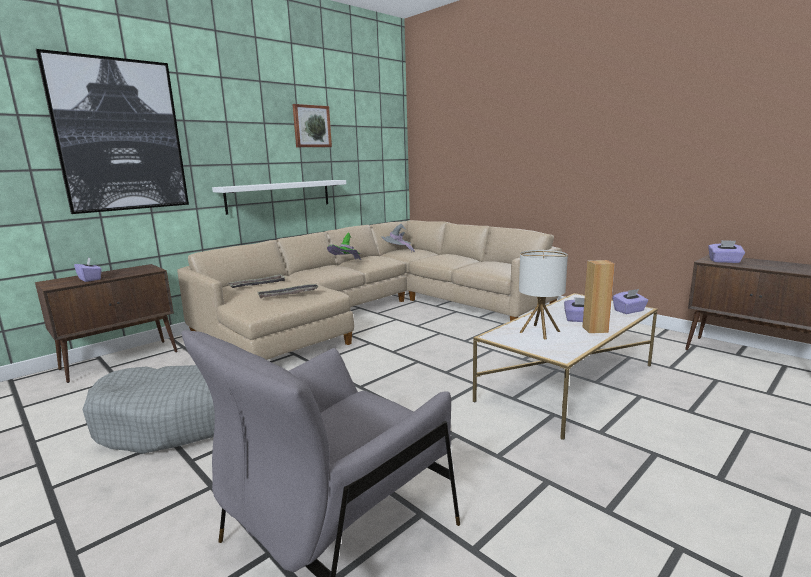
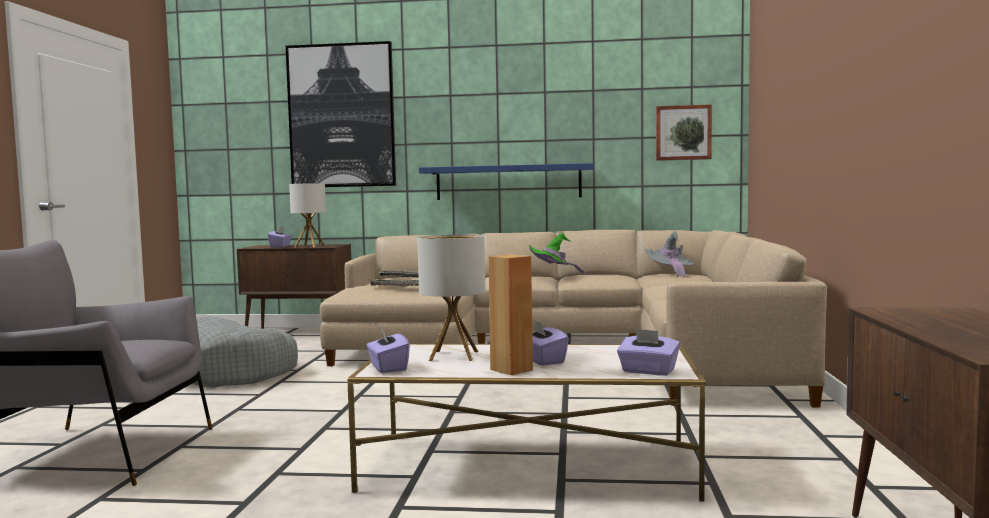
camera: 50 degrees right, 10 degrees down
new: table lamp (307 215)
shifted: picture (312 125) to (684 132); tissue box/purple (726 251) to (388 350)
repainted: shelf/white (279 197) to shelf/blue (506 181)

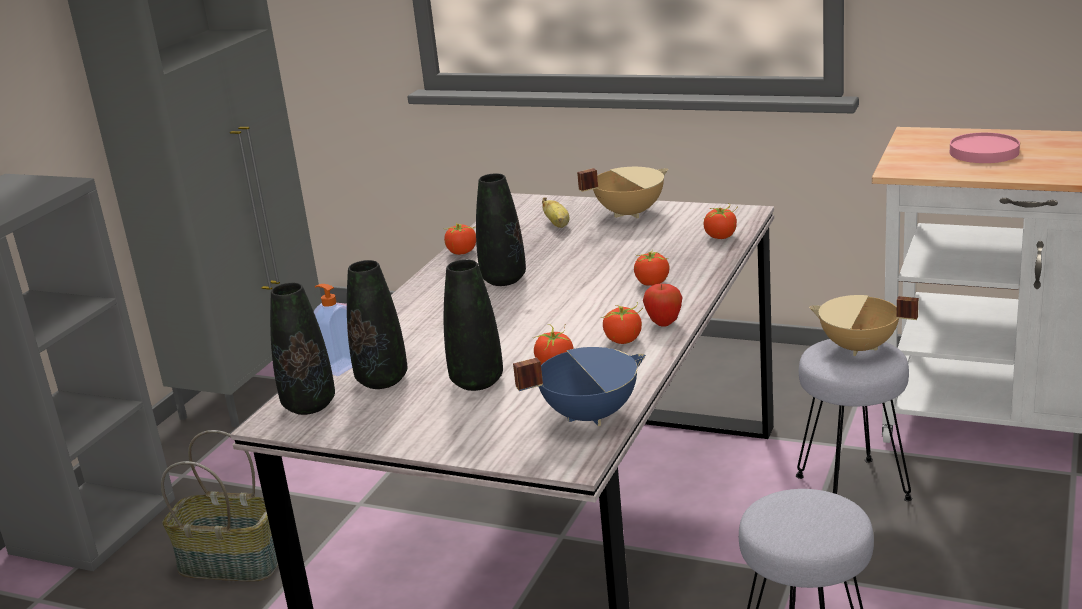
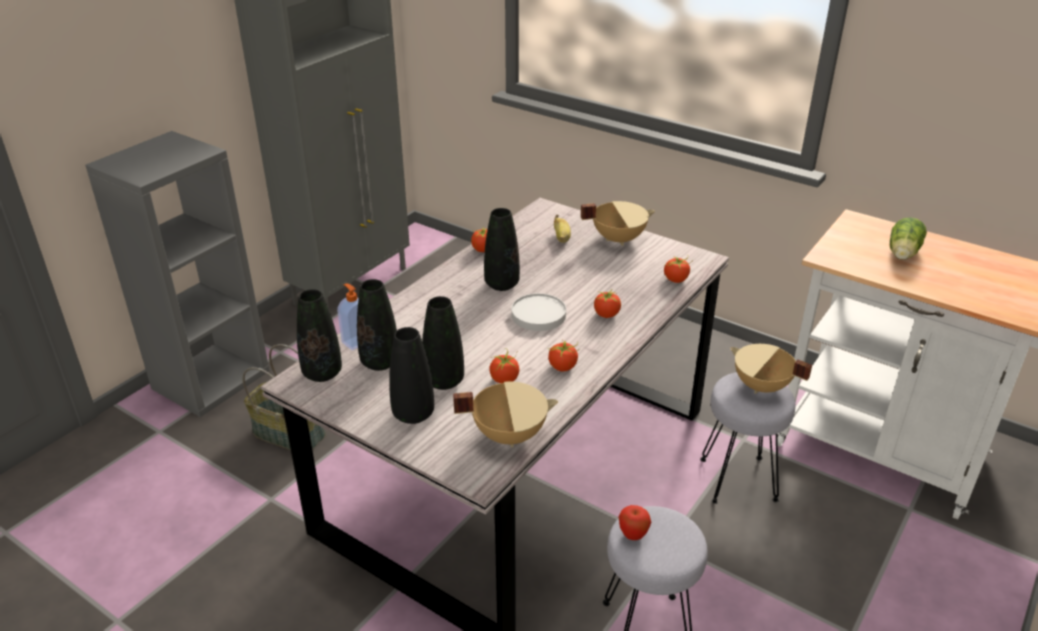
camera: 10 degrees right, 10 degrees up
new: vase/black (411 375); plate/white (539 312)
shifted: apple (662 305) to (634 522)
swapped: plate/pink (985 147) to lettuce (908 238)
repainted: cooking pot/blue (579 386) to cooking pot/beige (505 414)

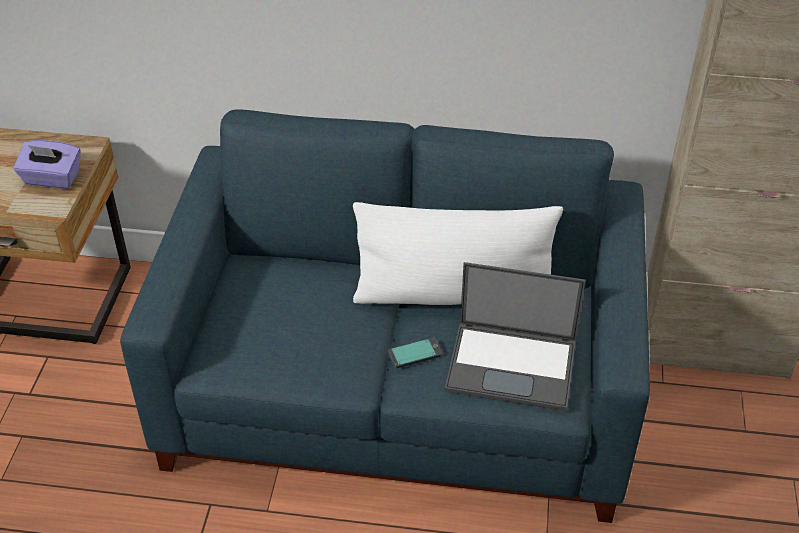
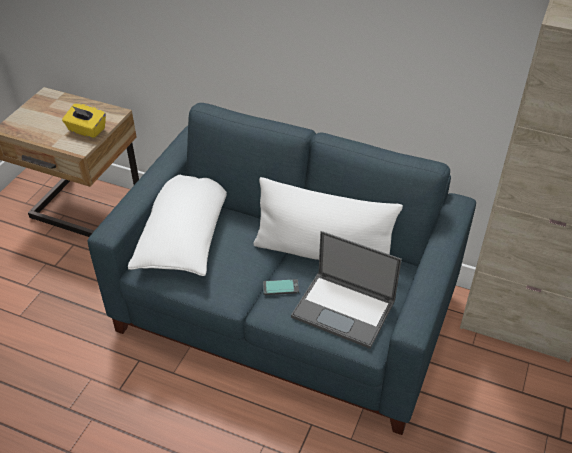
camera: 15 degrees right, 0 degrees up
new: pillow/white (177 225)
repainted: tissue box/purple (47 164) to tissue box/yellow (84 121)

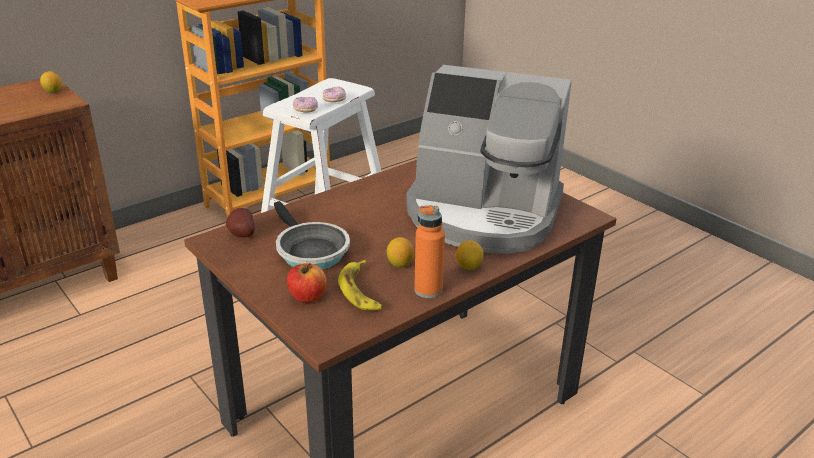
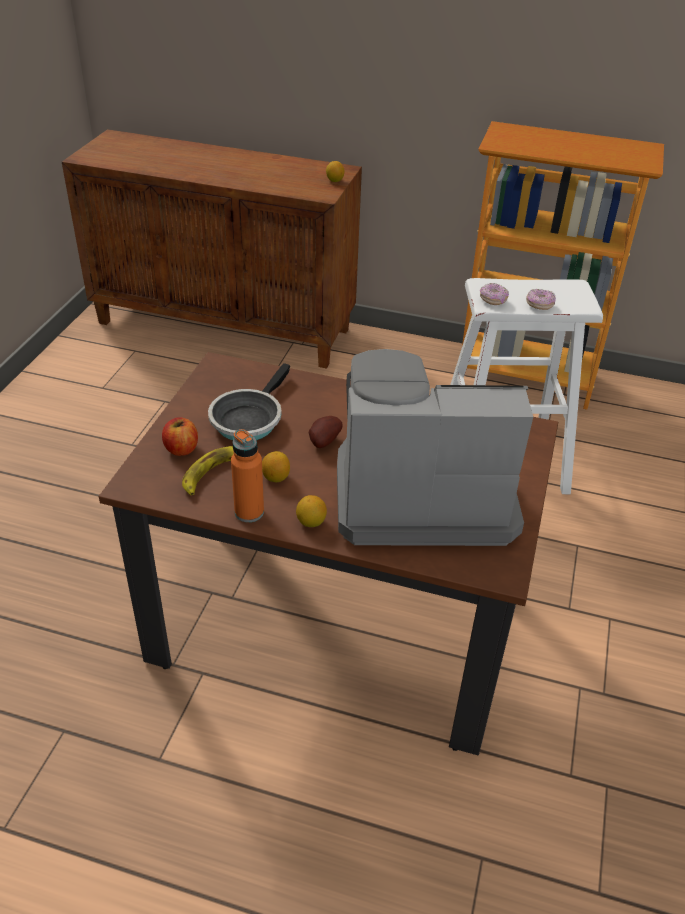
camera: 55 degrees right, 10 degrees up
shifted: potato (240 223) to (326 432)
rotated: coffee machine (489 159) = (435 447) 105 degrees clockwise

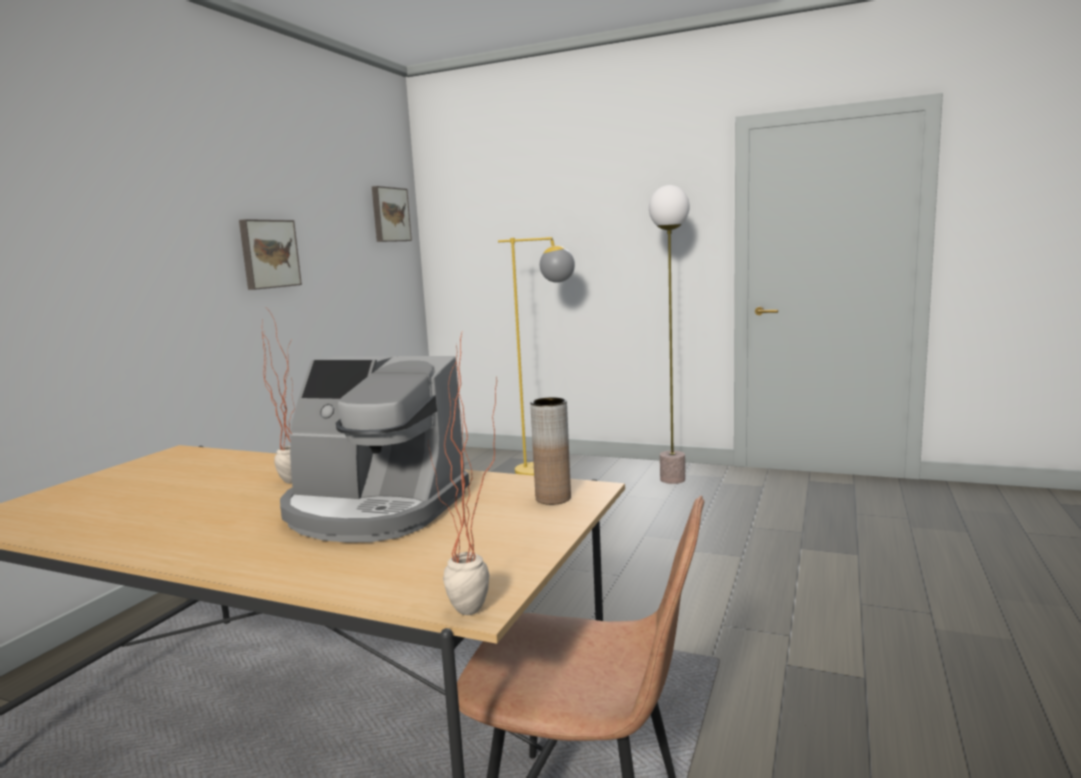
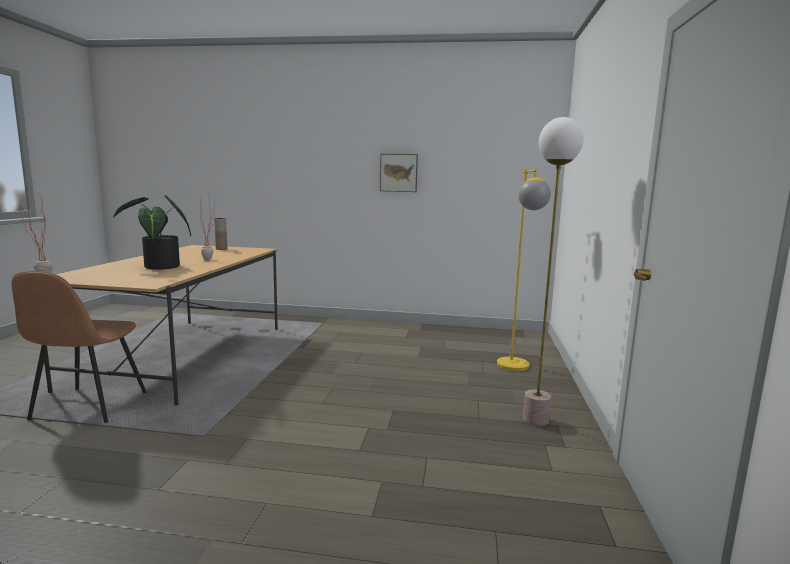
camera: 75 degrees right, 0 degrees up
gone: picture (392 214)
shifted: vase/brown (550 451) to (220 234)
swapped: coffee machine (374 449) to potted plant (152 232)

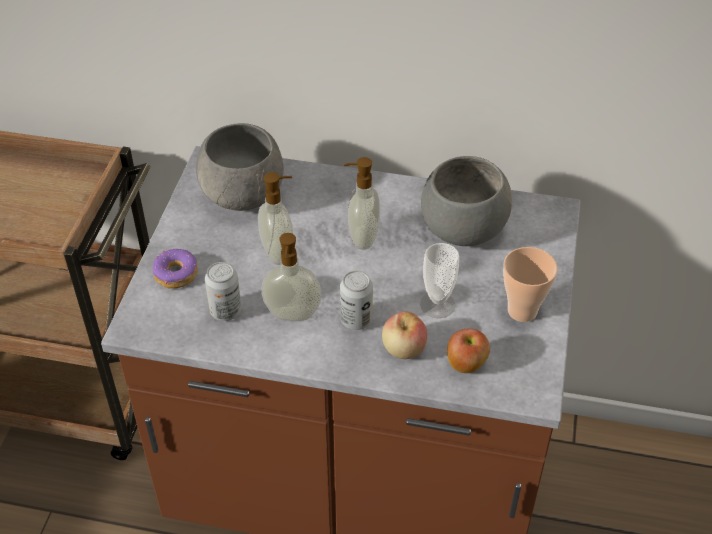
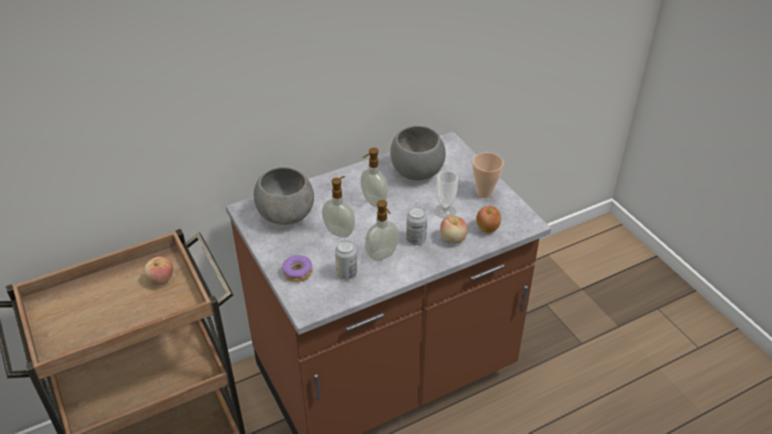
camera: 40 degrees left, 5 degrees down
new: apple (158 271)

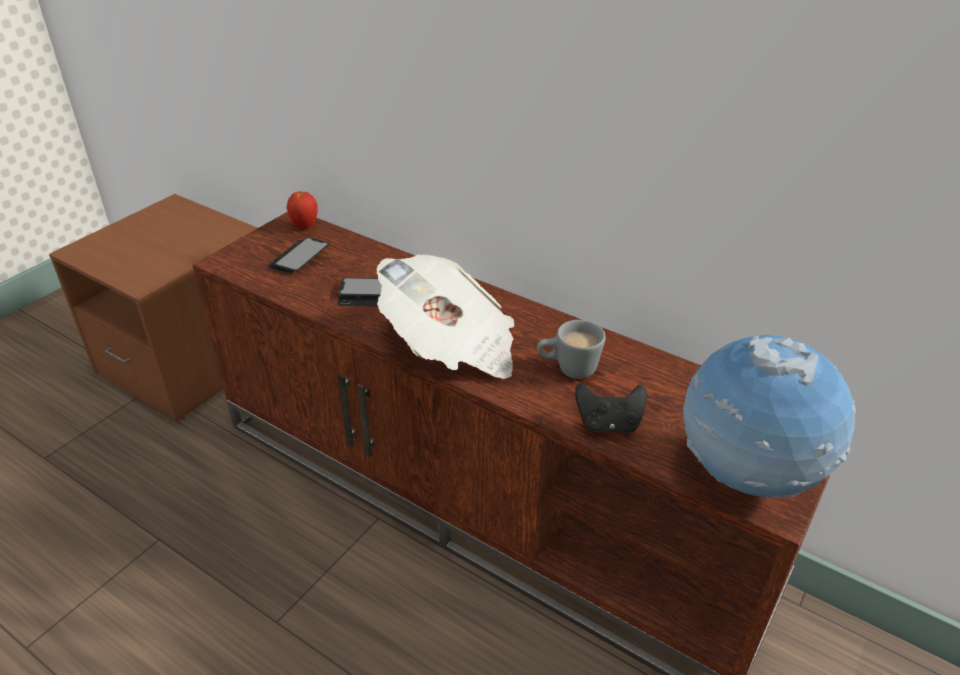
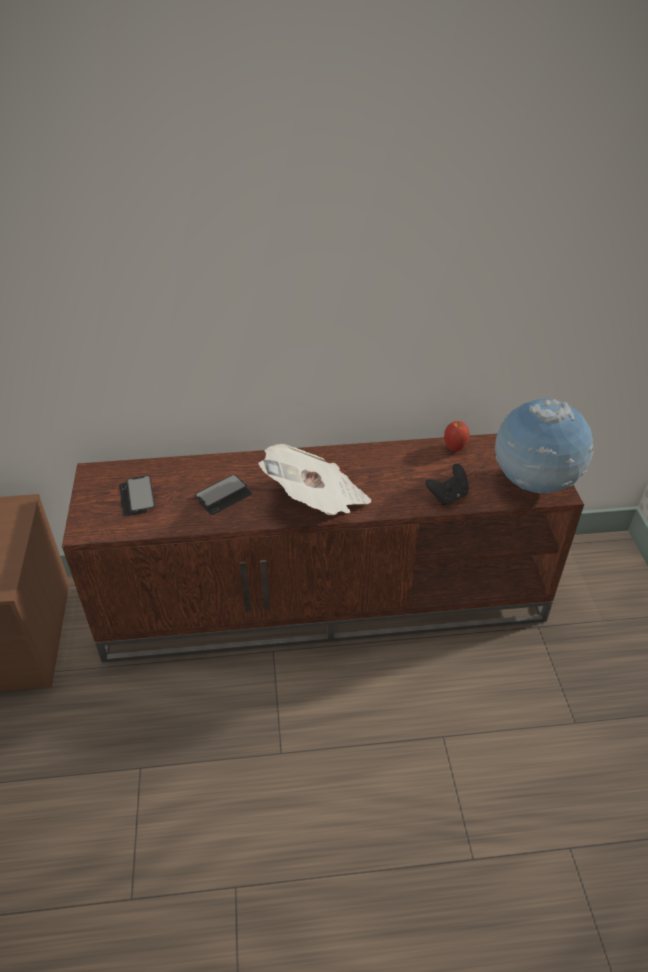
camera: 40 degrees left, 5 degrees up
gone: mug/grey (571 349)
shifted: apple (302 210) to (457 436)

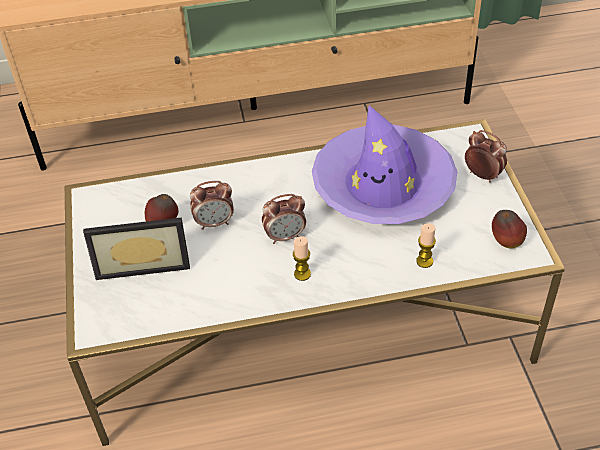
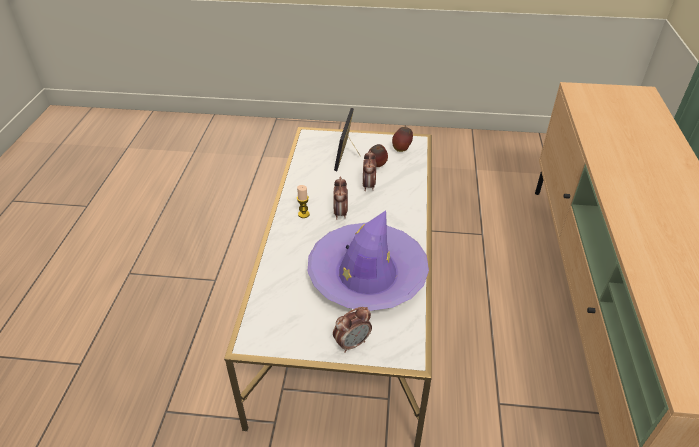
camera: 105 degrees right, 5 degrees down
gone: candle (426 245)
shifted: apple (509 229) to (402 139)

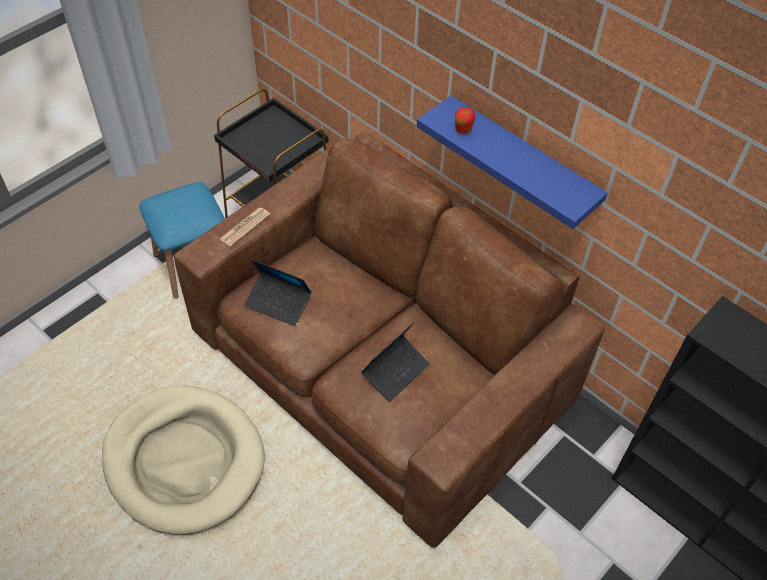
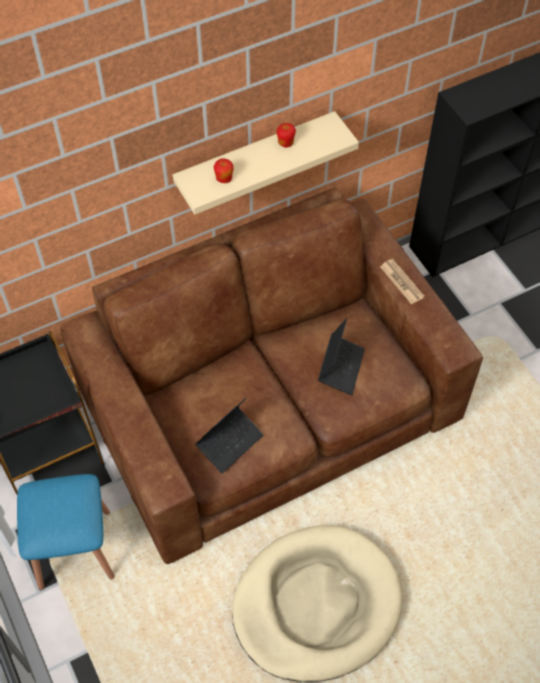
camera: 70 degrees left, 5 degrees up
new: apple (286 135)
shifted: newspaper (245 227) to (402 281)
repainted: shelf/blue (512 162) to shelf/beige (266 163)
rotated: laptop (395 362) = (341 356) 45 degrees clockwise

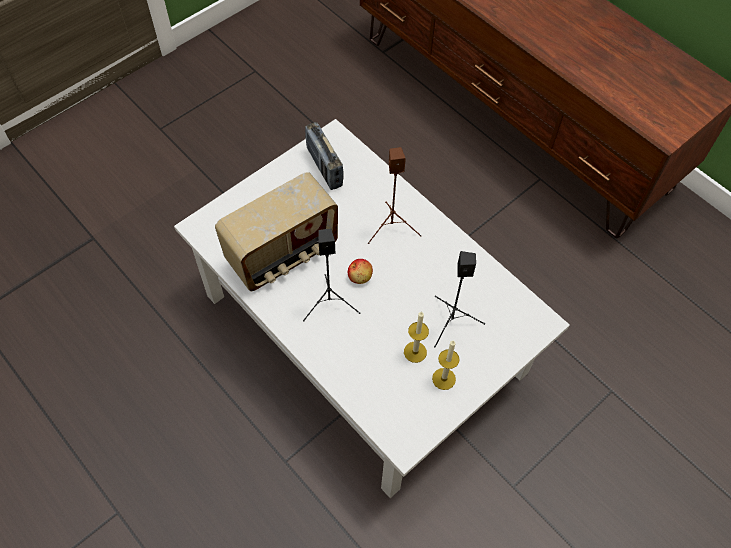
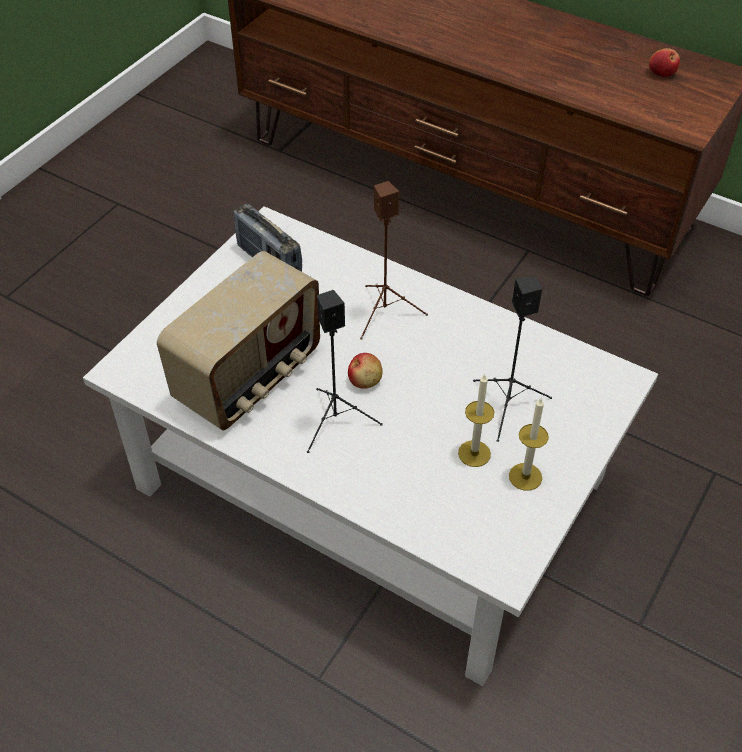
camera: 15 degrees left, 10 degrees down
new: apple (664 62)

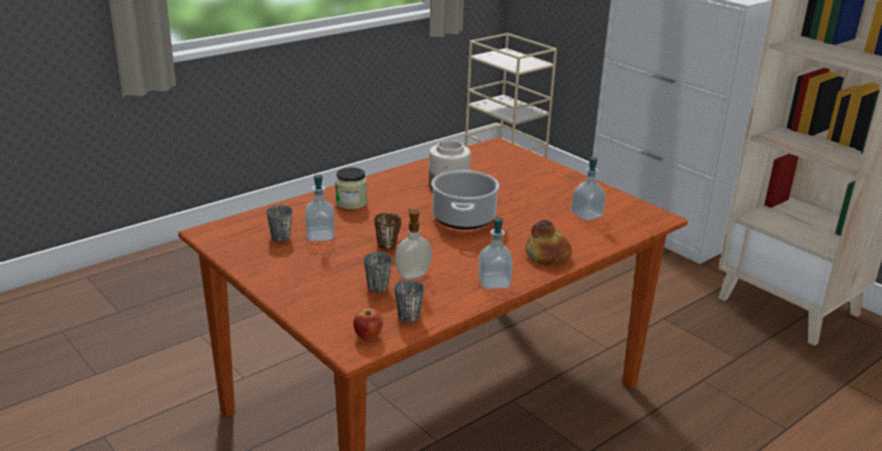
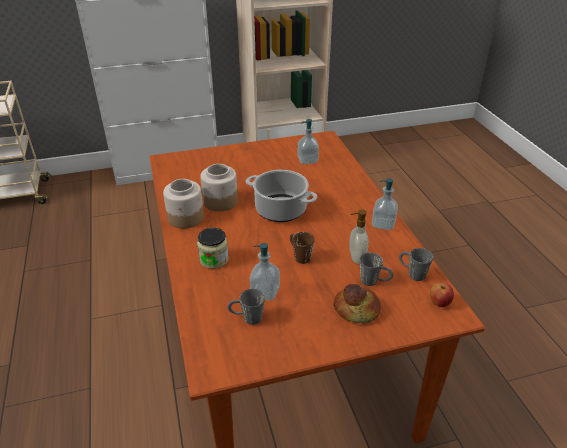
camera: 65 degrees left, 10 degrees up
new: jar (183 204)
shifted: bread (548 242) to (357 303)

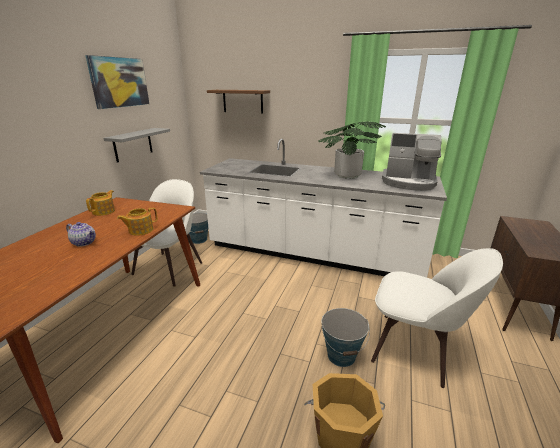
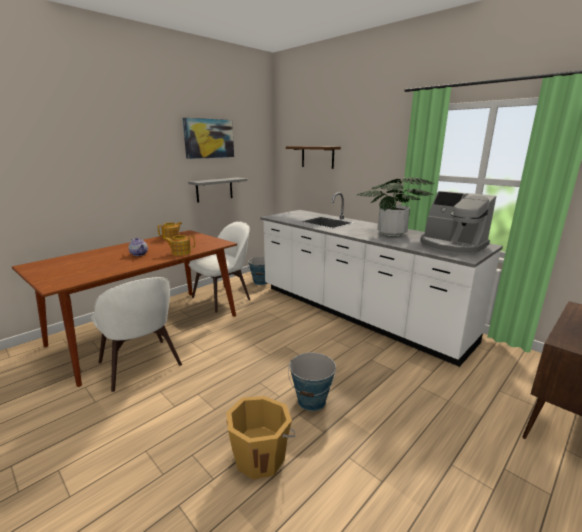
camera: 25 degrees right, 5 degrees down
shifted: chair/white (437 318) to (136 334)

